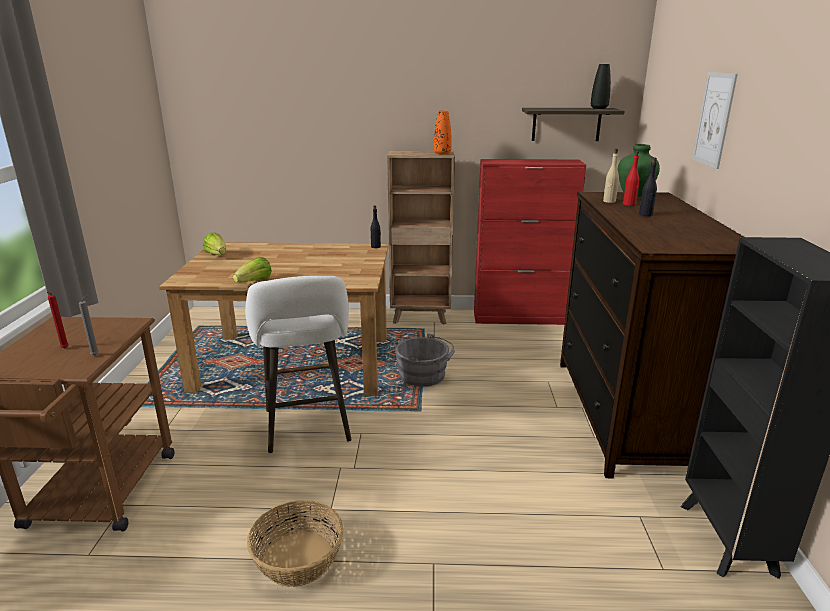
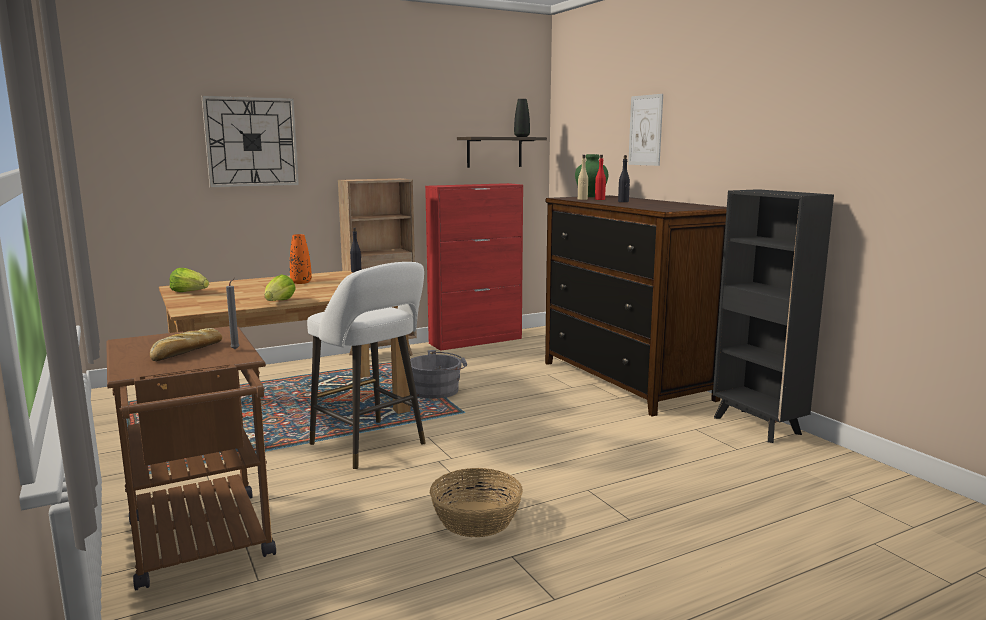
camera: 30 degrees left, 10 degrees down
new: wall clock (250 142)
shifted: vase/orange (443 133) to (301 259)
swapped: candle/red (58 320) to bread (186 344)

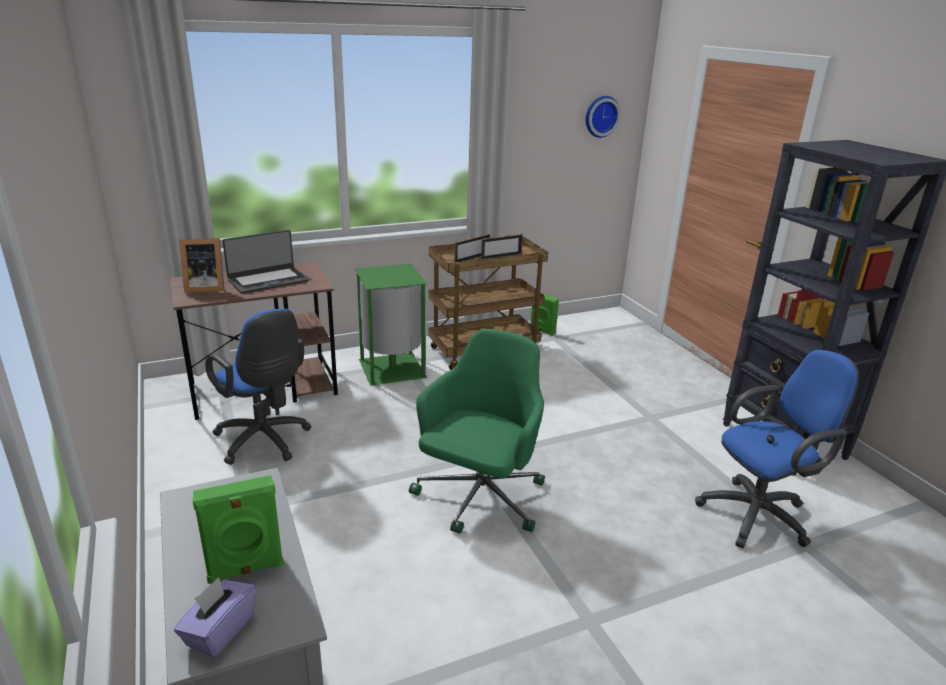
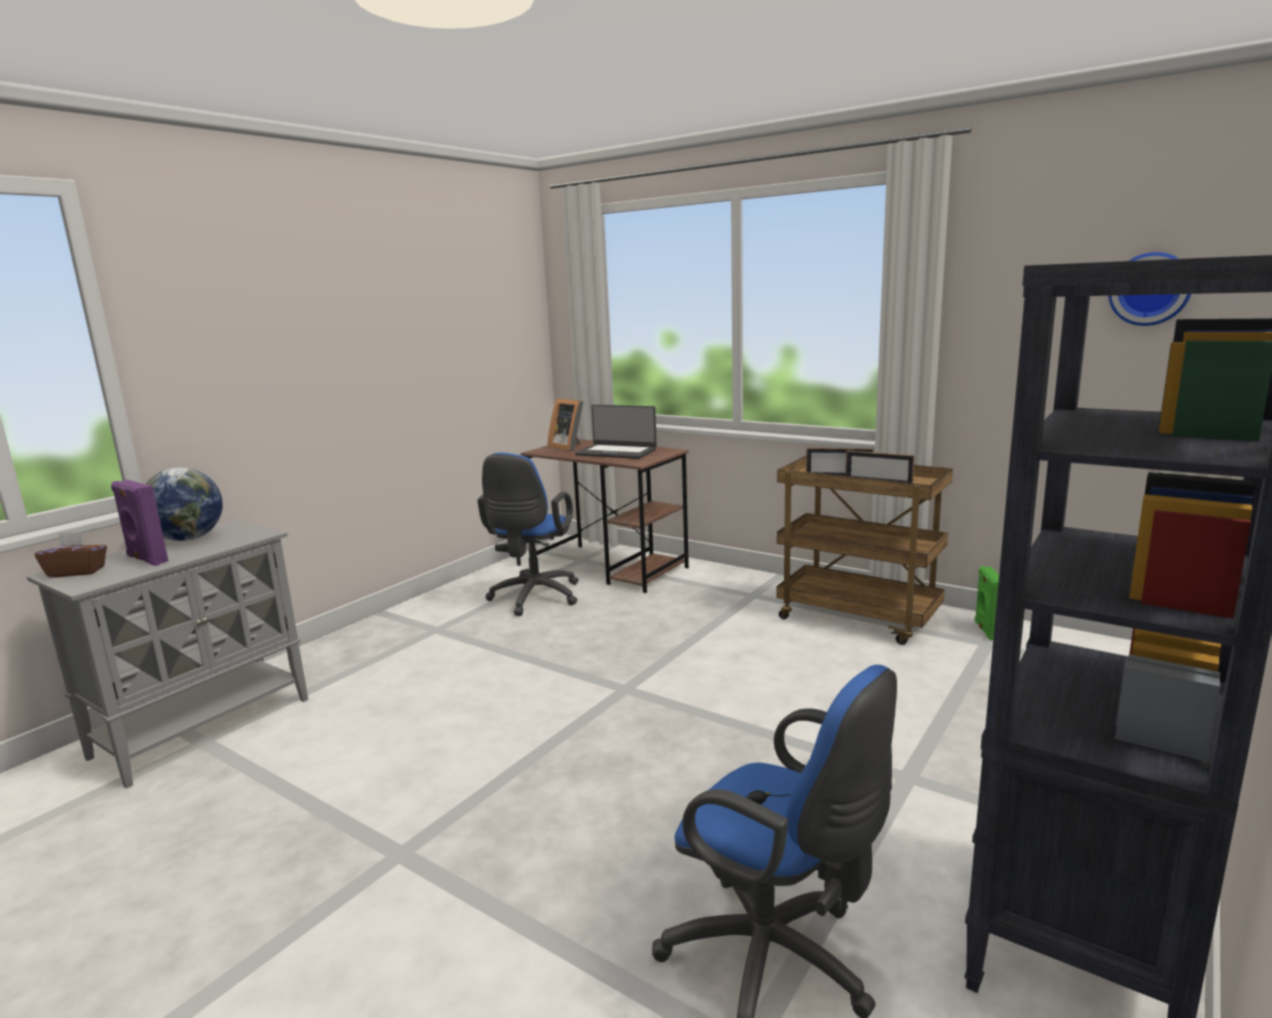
camera: 60 degrees right, 10 degrees down
gone: trash can/green (391 325); office chair/green (477 431)
new: globe (184 504)
repainted: tissue box/purple (215 617) to tissue box/brown (71 554); speaker/green (238 529) to speaker/purple (139 523)

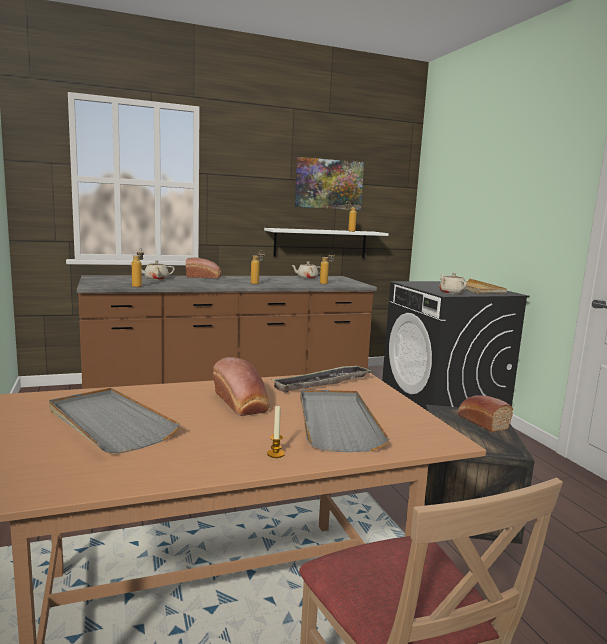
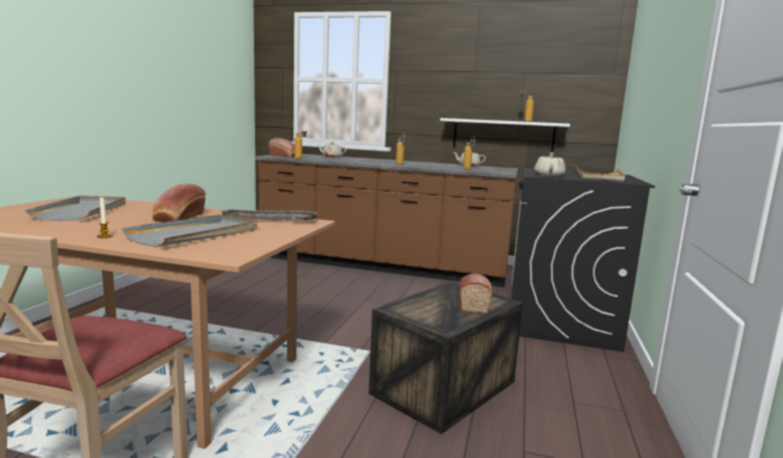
camera: 35 degrees right, 0 degrees up
gone: picture (329 183)
shifted: bread (203 268) to (281 148)

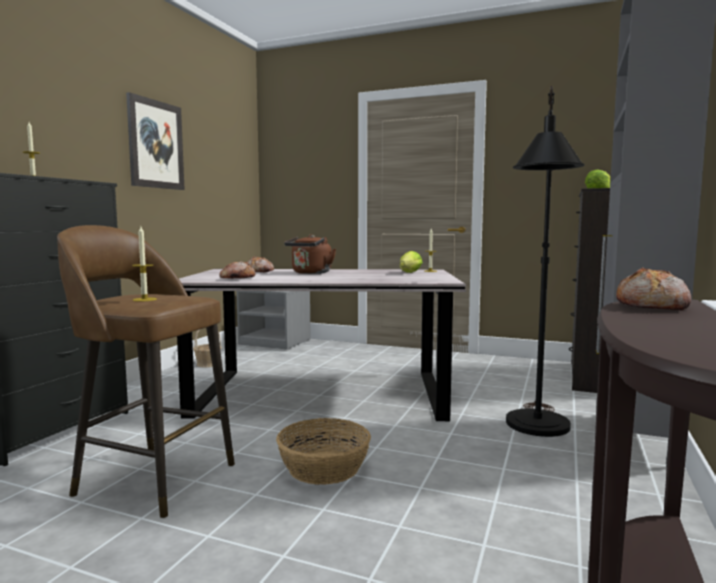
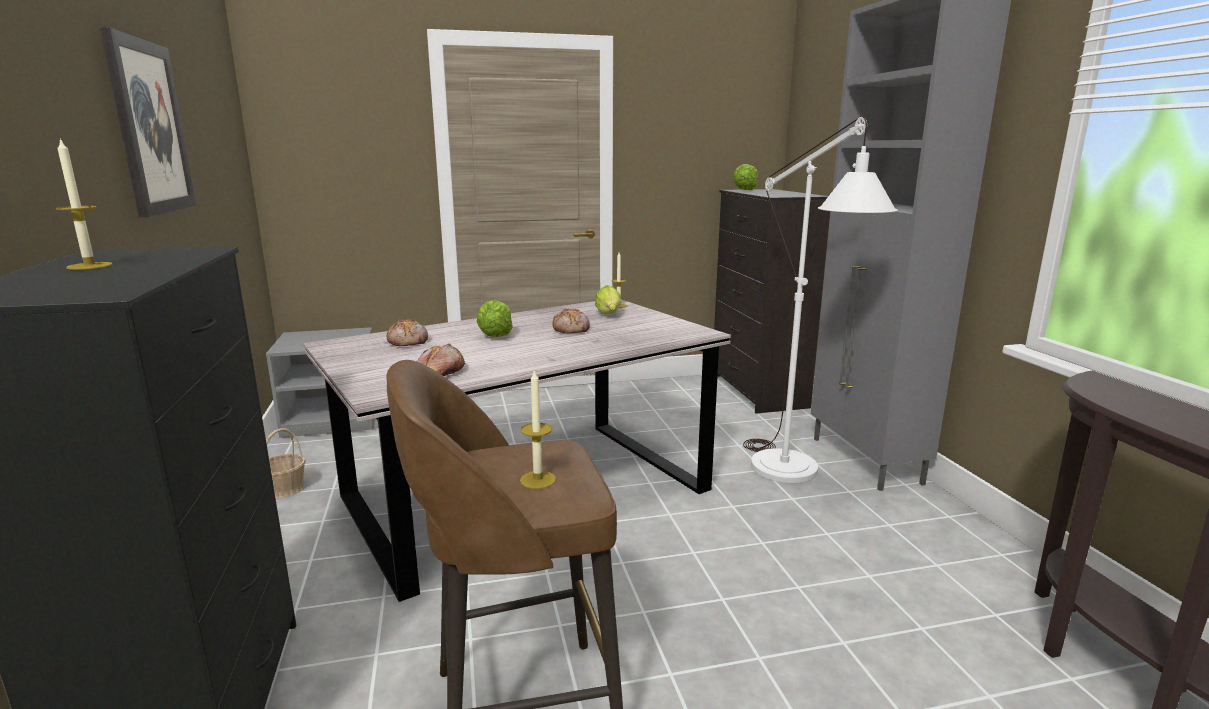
camera: 35 degrees left, 10 degrees up
gone: basket (323 451)
shifted: bread (653 289) to (571 321)
swapped: kettle/brown (310 254) to lettuce (495 318)
repainted: floor lamp/black (545 261) to floor lamp/white (820 299)

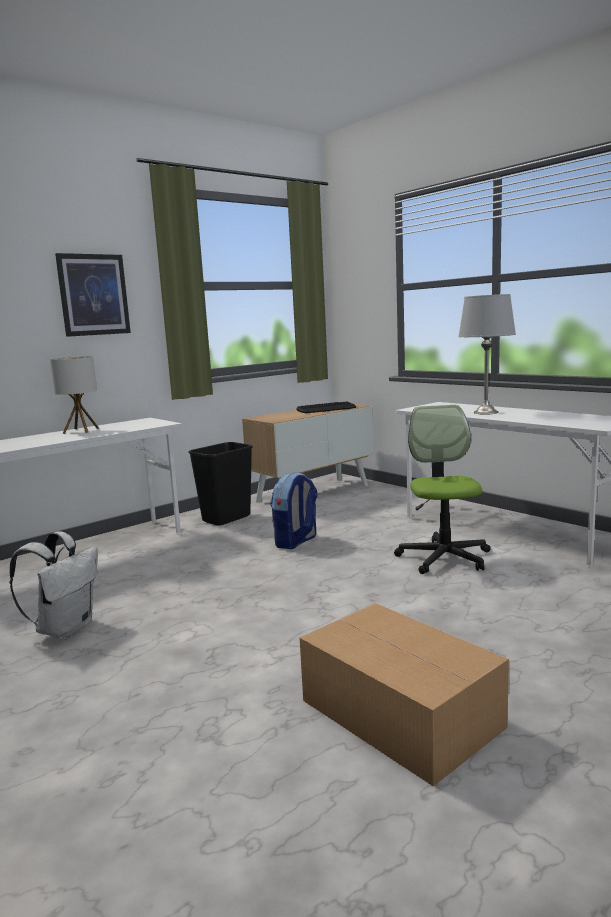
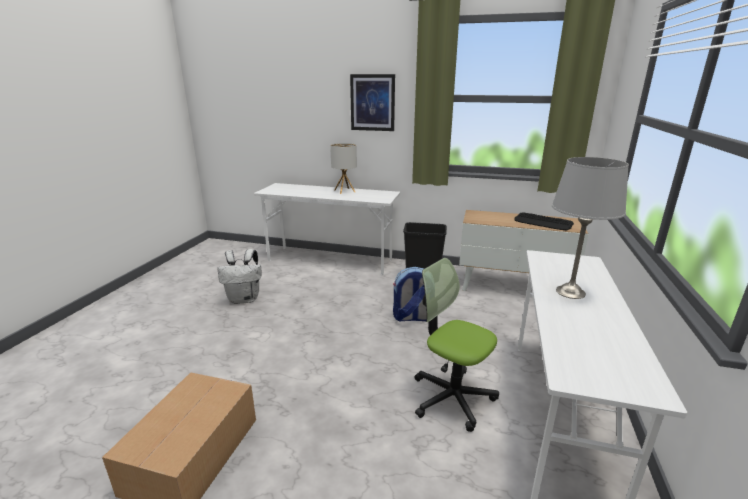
camera: 55 degrees right, 10 degrees up
rotated: office chair (442 489) = (456 345) 105 degrees counterclockwise

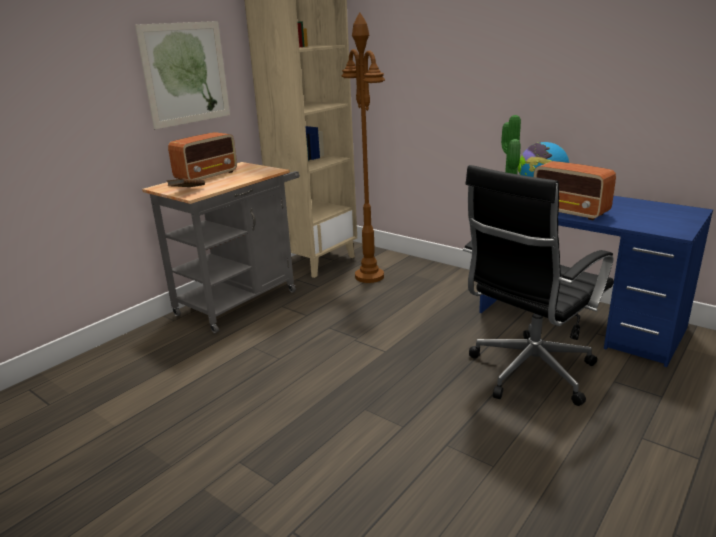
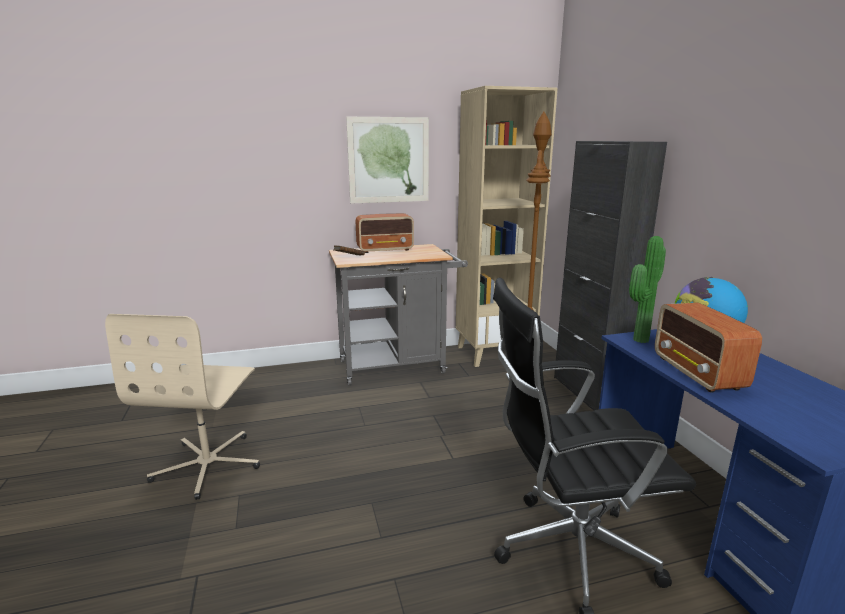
camera: 35 degrees right, 5 degrees down
new: office chair/beige (182 407); cabinet/black (610 276)

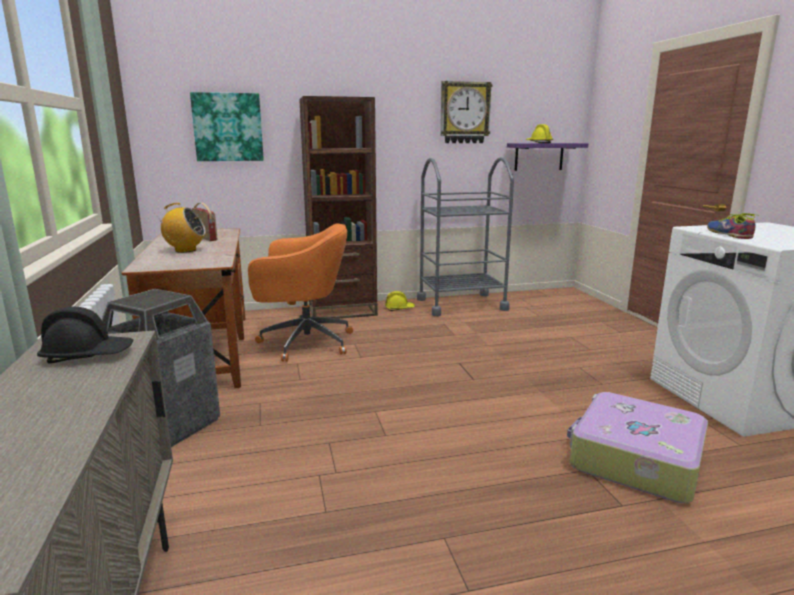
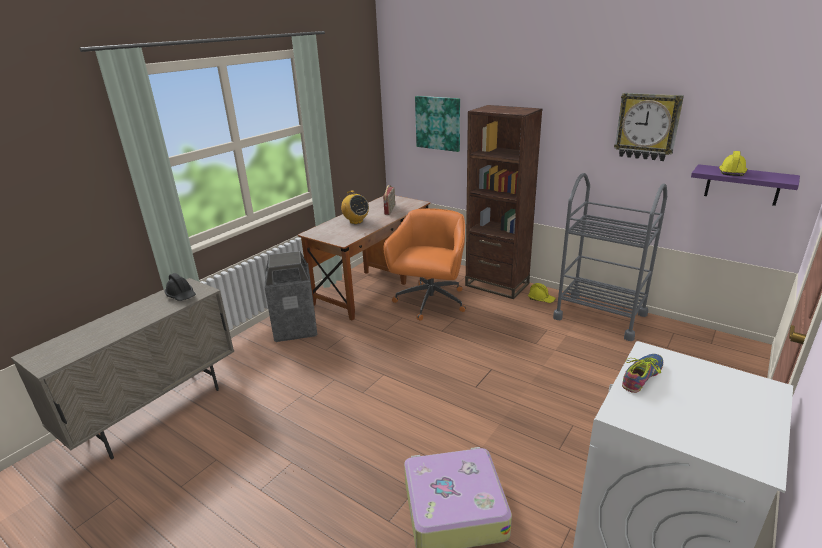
camera: 50 degrees right, 10 degrees up
rotated: office chair/orange (300 292) = (425 264) 120 degrees counterclockwise

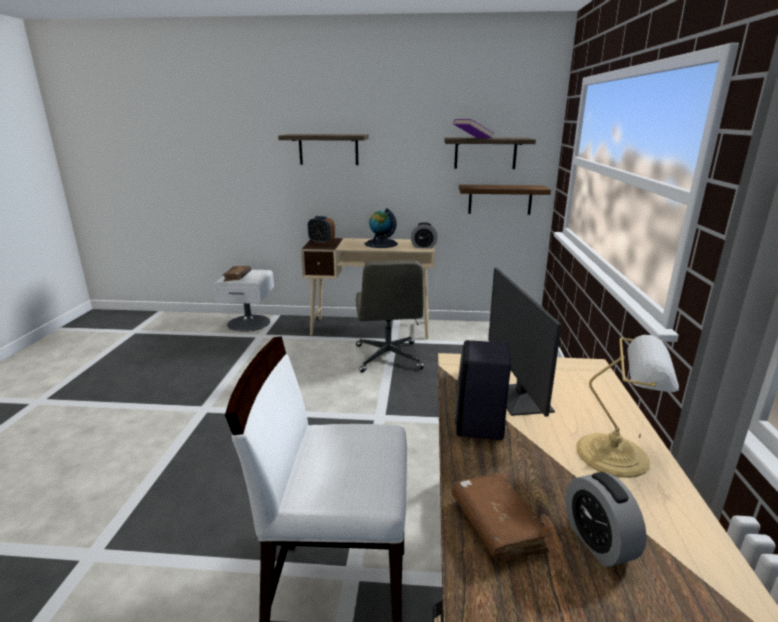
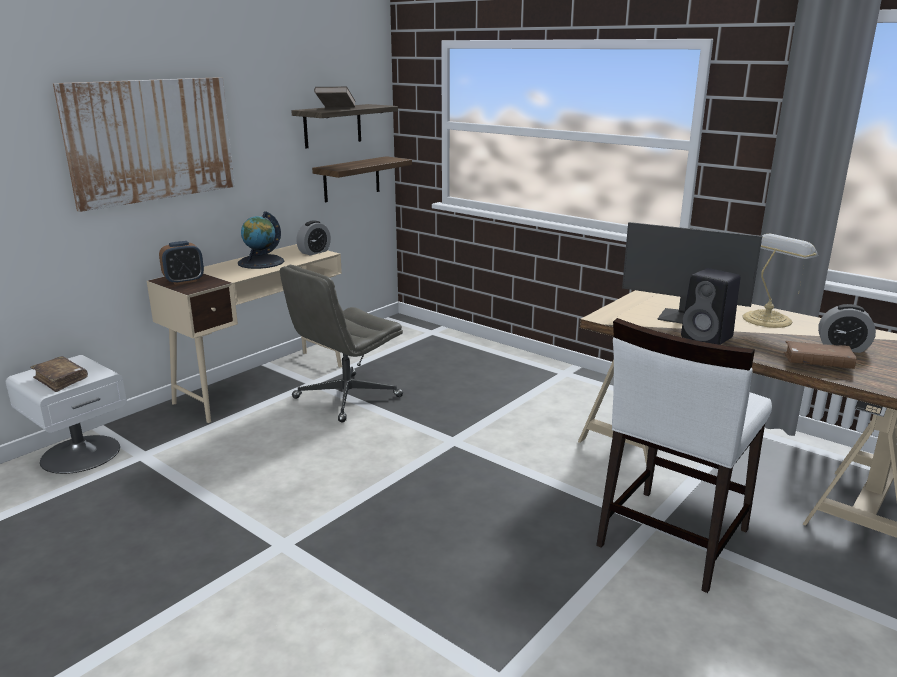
camera: 55 degrees left, 0 degrees up
swapped: shelf (323 149) to picture (144 144)
repainted: book/purple (473 128) to book/brown (335 97)
rotated: office chair/grey (390 316) = (341 343) 105 degrees clockwise

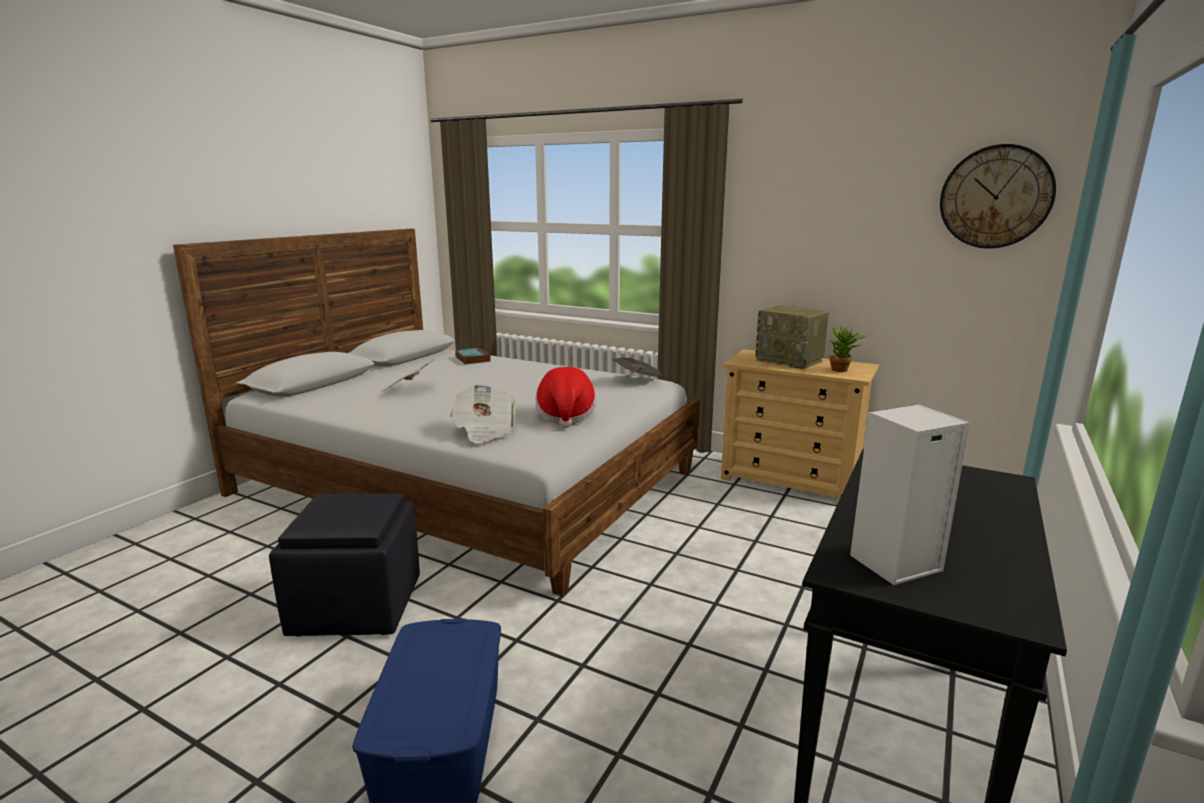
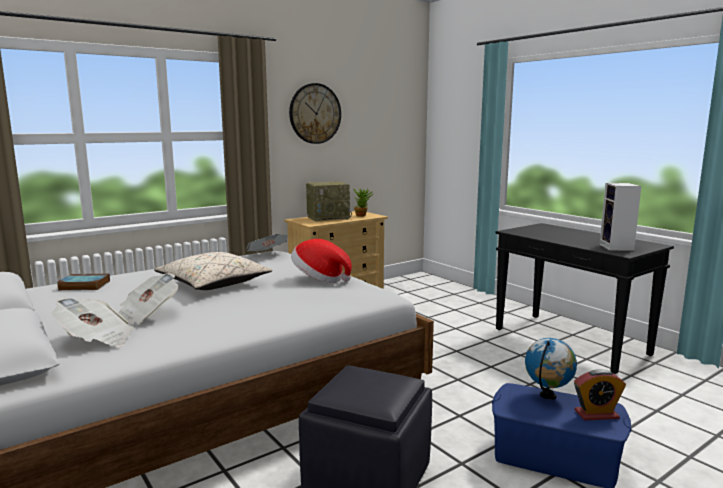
camera: 65 degrees left, 5 degrees down
new: pillow/beige (213 271); globe (551 369); alarm clock (600 395)
shifted: newspaper (483 413) to (93 322); wall clock (998 196) to (315 113)

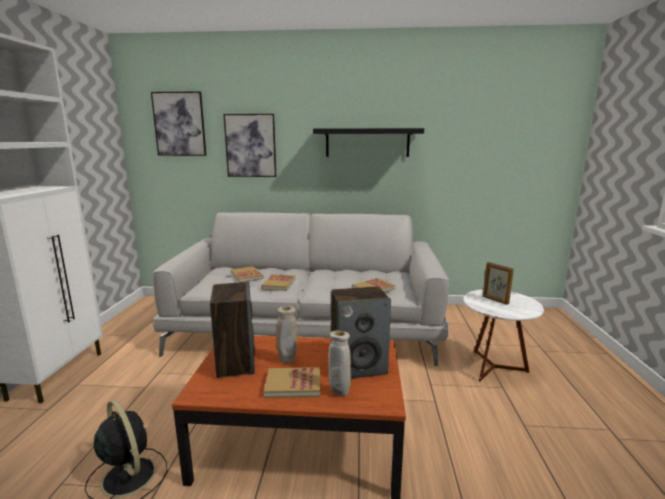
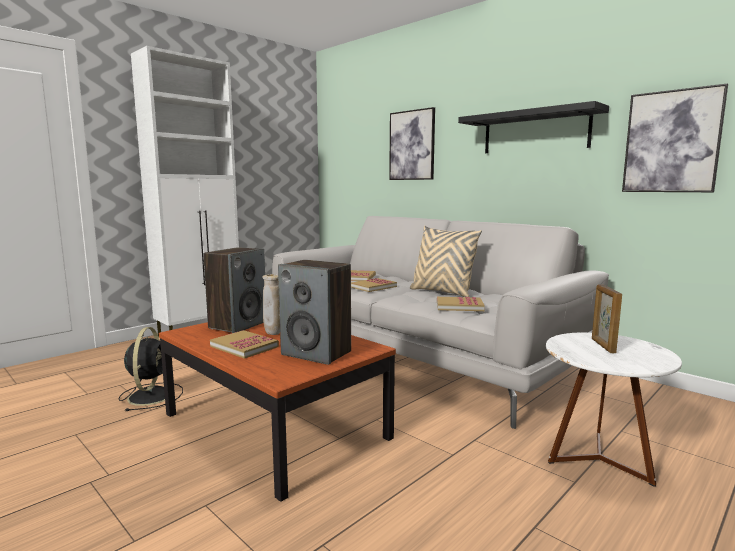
camera: 40 degrees right, 5 degrees down
gone: vase/beige (340 363)
new: pillow/beige (446 261)
shifted: picture (178 123) to (675 137)

